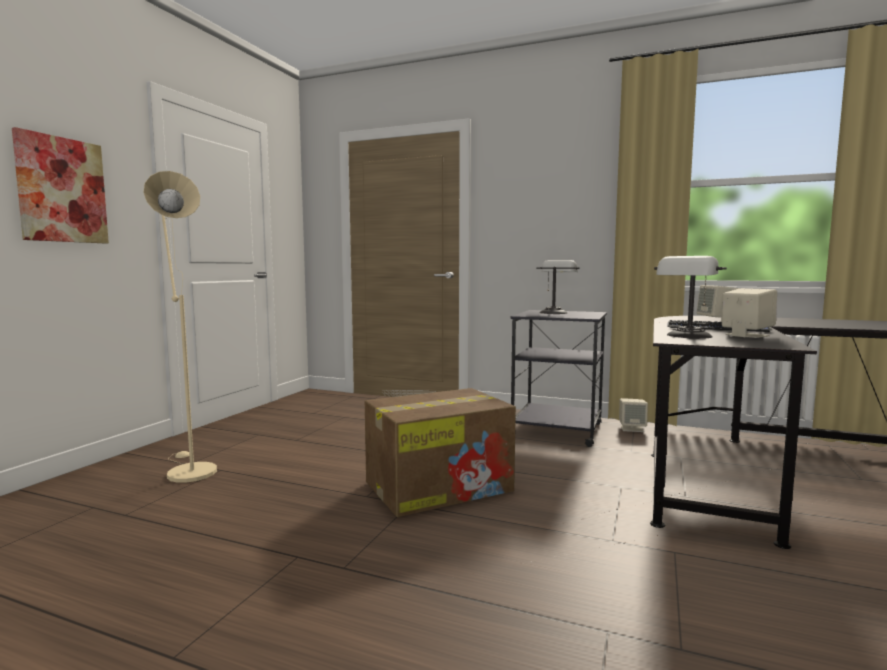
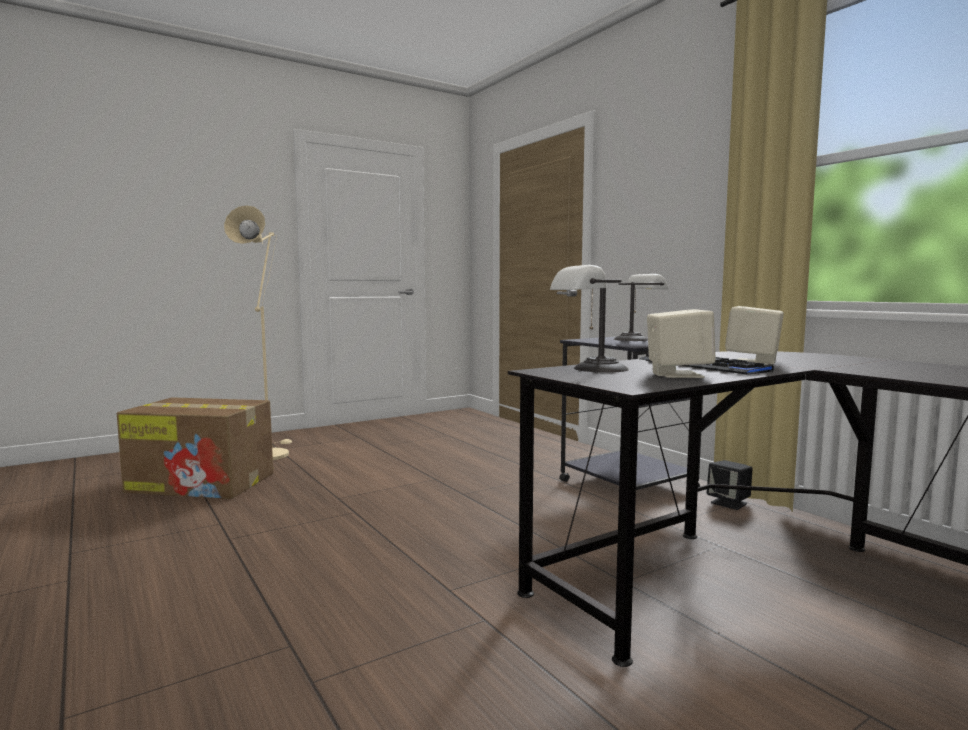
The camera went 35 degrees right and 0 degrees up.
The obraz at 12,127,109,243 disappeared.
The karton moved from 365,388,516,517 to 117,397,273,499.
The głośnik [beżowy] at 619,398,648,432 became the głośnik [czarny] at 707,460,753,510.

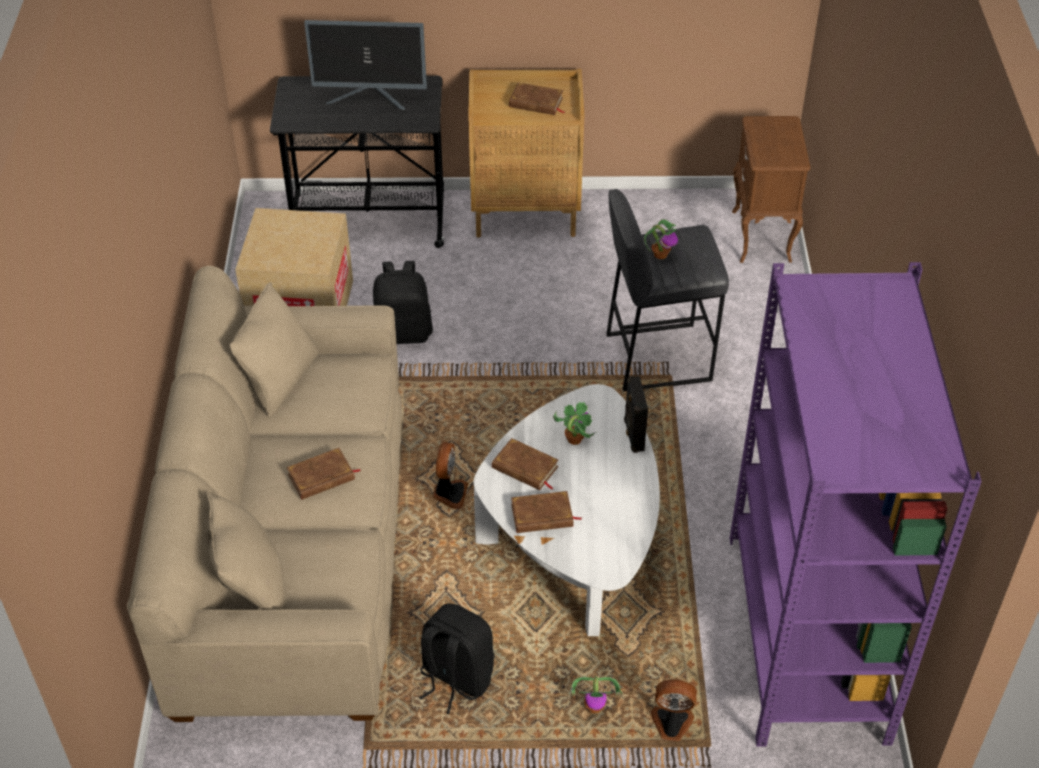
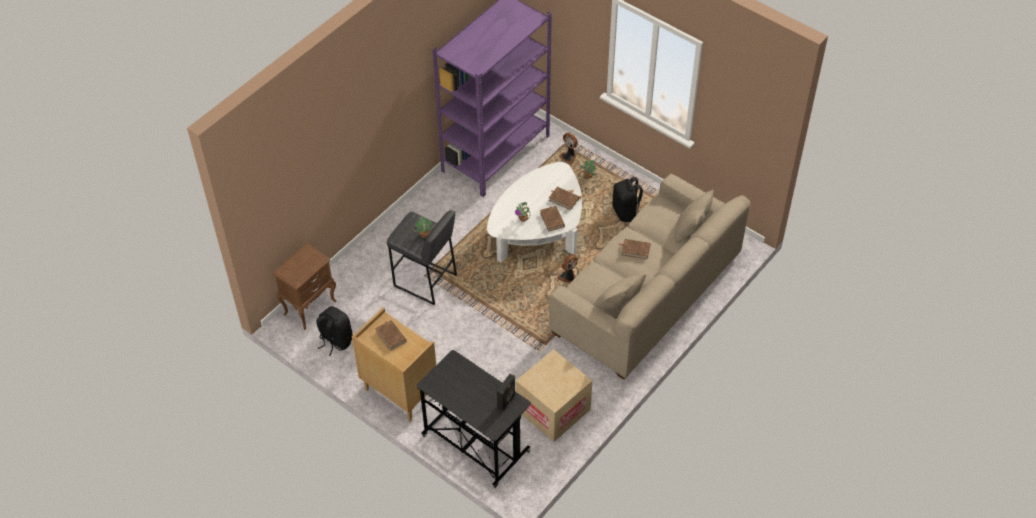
The camera went 140 degrees left and 5 degrees up.
The monitor at 304,20,427,110 disappeared.
The plecak [czarny] moved from 373,261,433,344 to 316,306,353,356.
The głośnik [czarny] moved from 624,376,648,453 to 497,374,516,412.

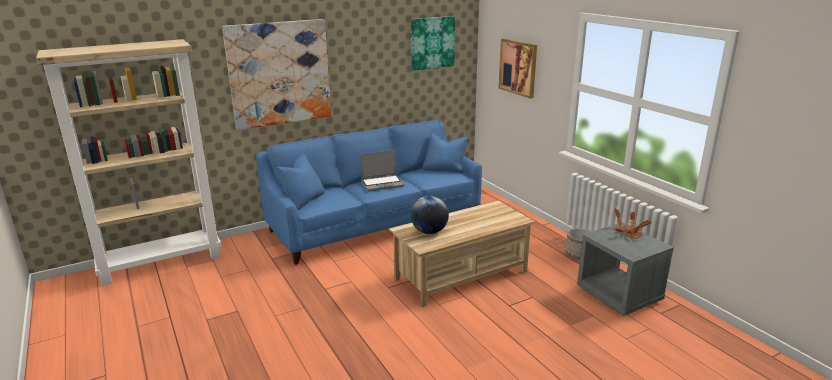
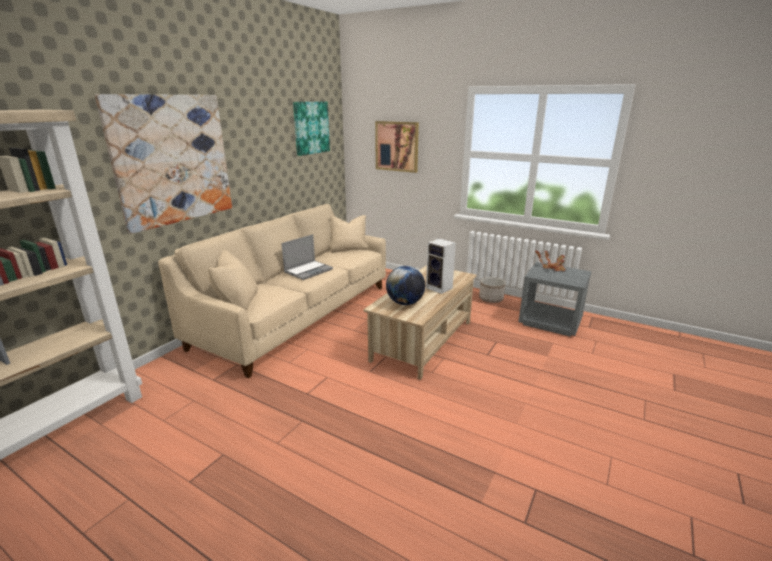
The camera went 30 degrees left and 0 degrees up.
The kanapa [niebieski] at 256,120,482,265 became the kanapa [beżowy] at 158,204,386,378.
The głośnik at 426,238,456,294 appeared.

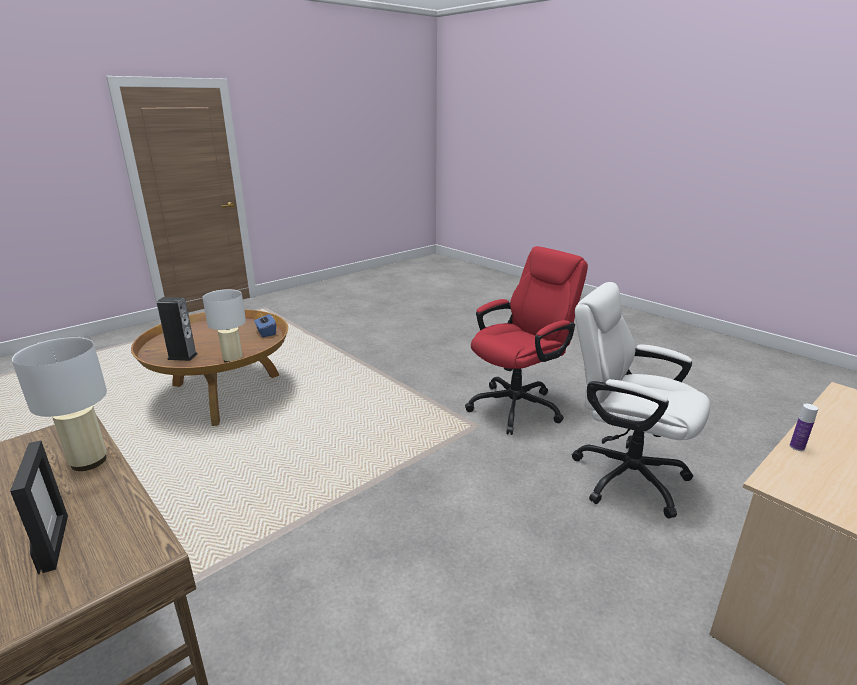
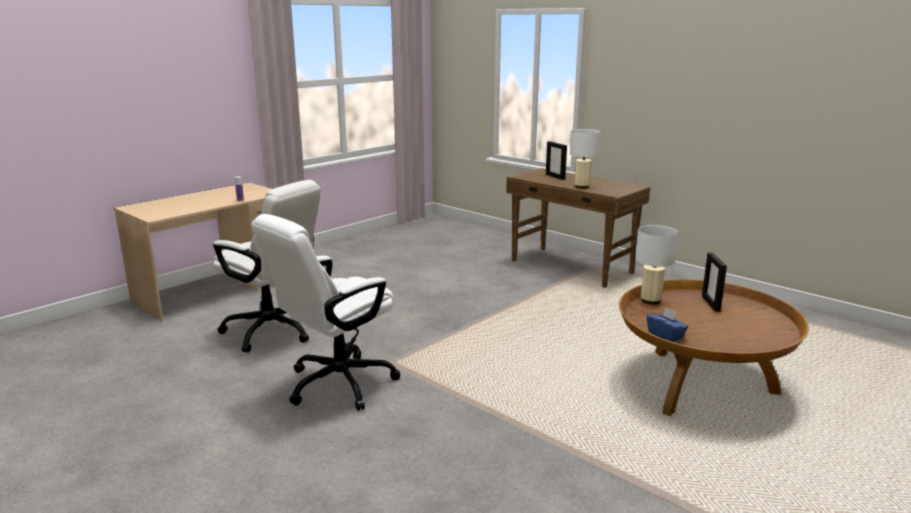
The camera went 175 degrees right and 5 degrees down.
The krzesło biurowe [czerwony] at 465,246,588,435 became the krzesło biurowe [biały] at 251,214,401,411.
The głośnik at 157,297,198,361 was replaced by the ramka na zdjęcie at 702,252,727,312.

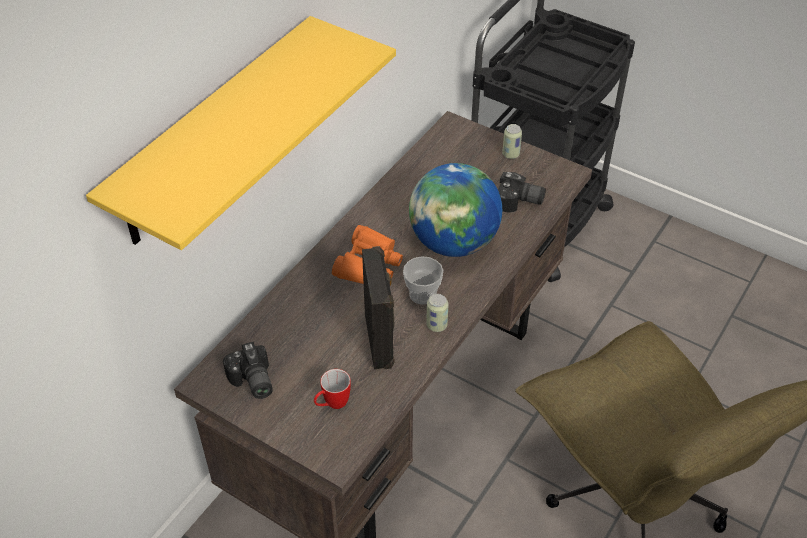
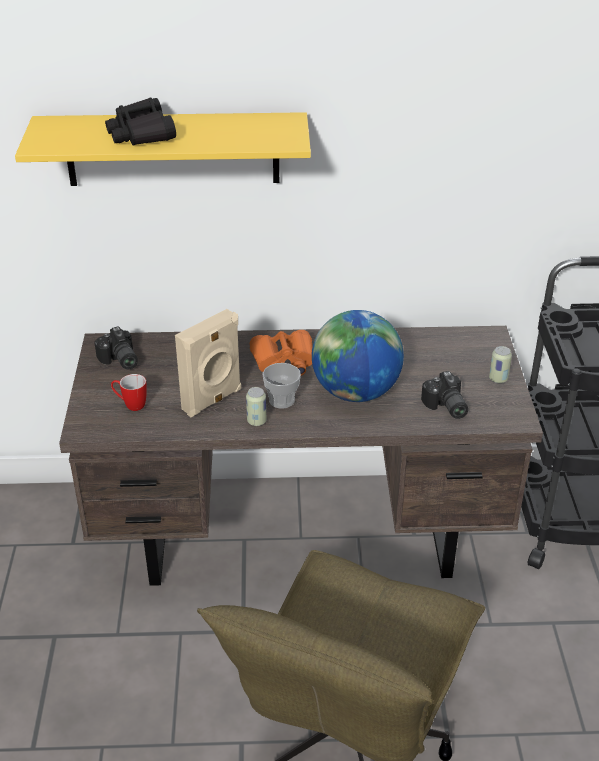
The camera went 55 degrees right and 10 degrees down.
The głośnik [czarny] at 362,246,395,369 became the głośnik [beżowy] at 175,309,241,417.
The aparat fotograficzny at 223,341,273,399 turned 60 degrees counterclockwise.
The lornetka [czarny] at 105,97,176,146 appeared.

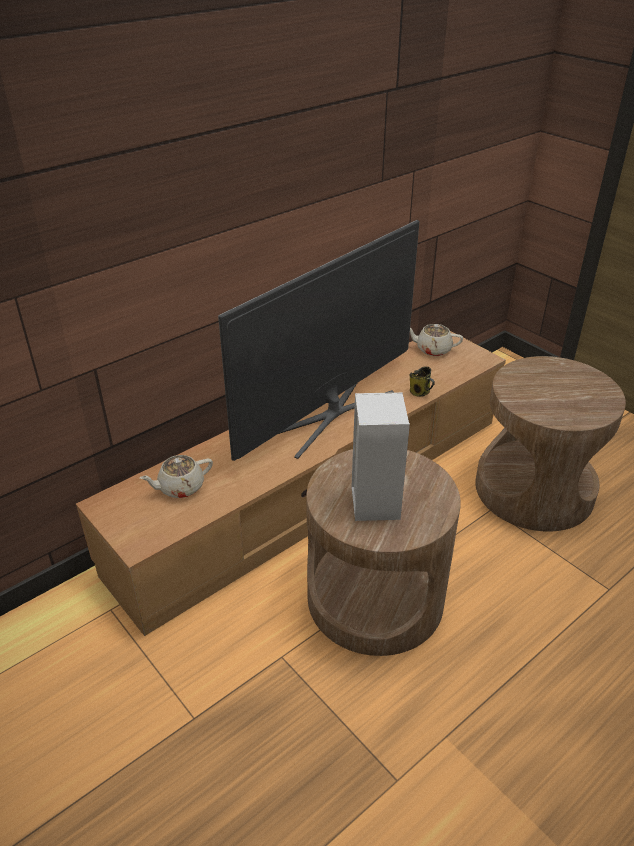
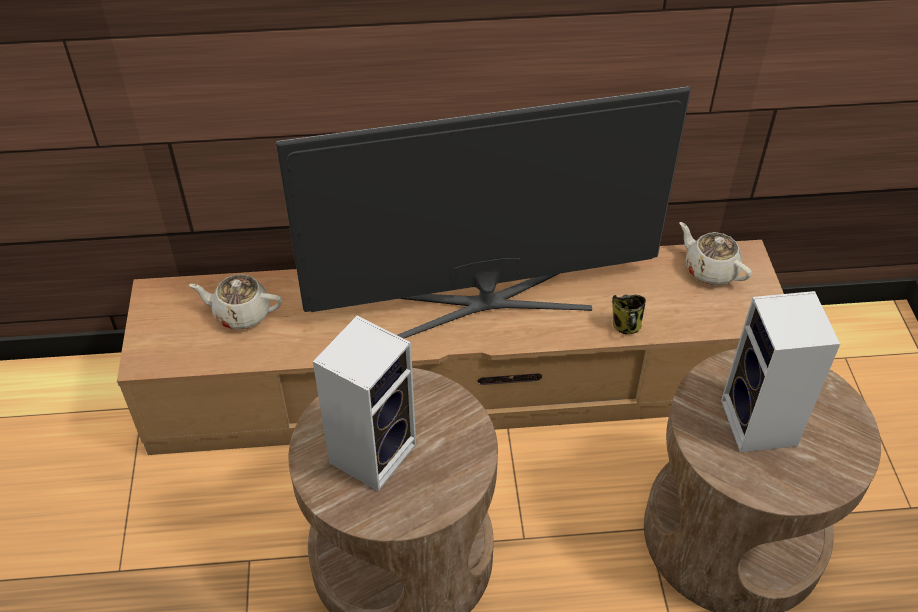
The camera went 35 degrees right and 10 degrees up.
The głośnik at 721,291,840,452 appeared.

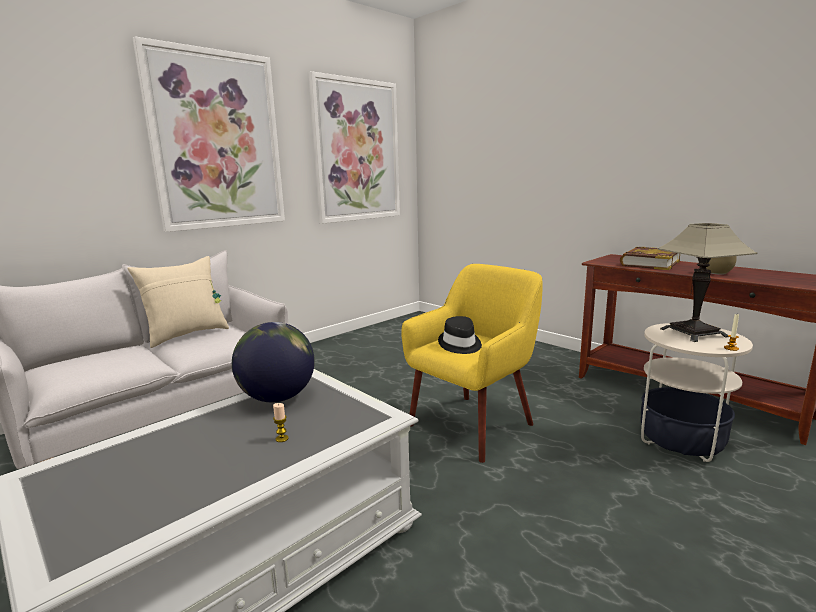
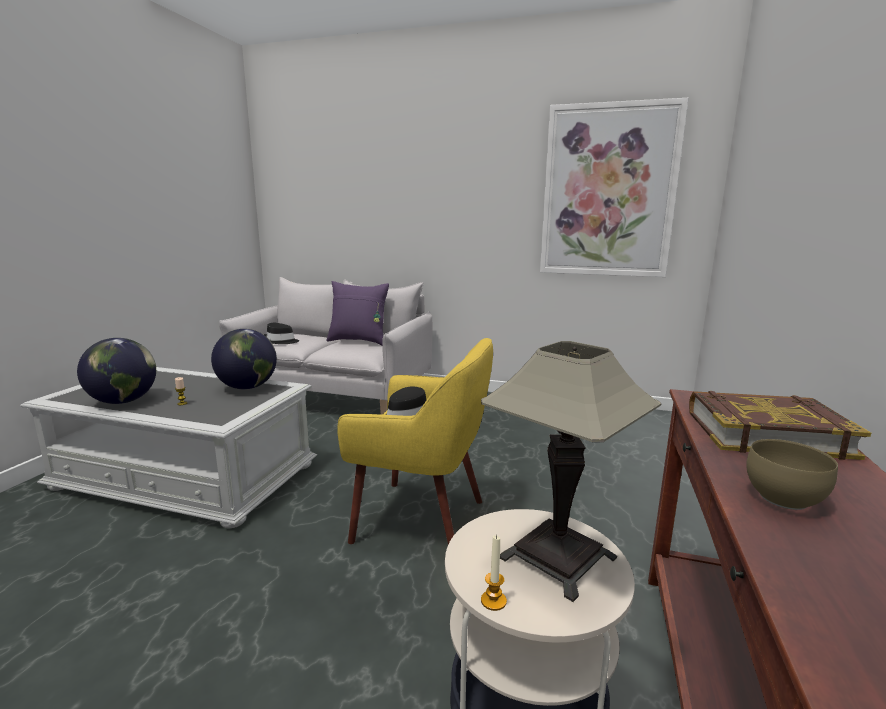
The camera went 60 degrees right and 0 degrees up.
The obraz at 133,36,285,232 disappeared.
The poduszka [beżowy] at 127,256,229,348 became the poduszka [fioletowy] at 326,281,389,346.
The kapelusz [czarny] at 264,323,299,344 appeared.
The globus at 77,338,156,404 appeared.

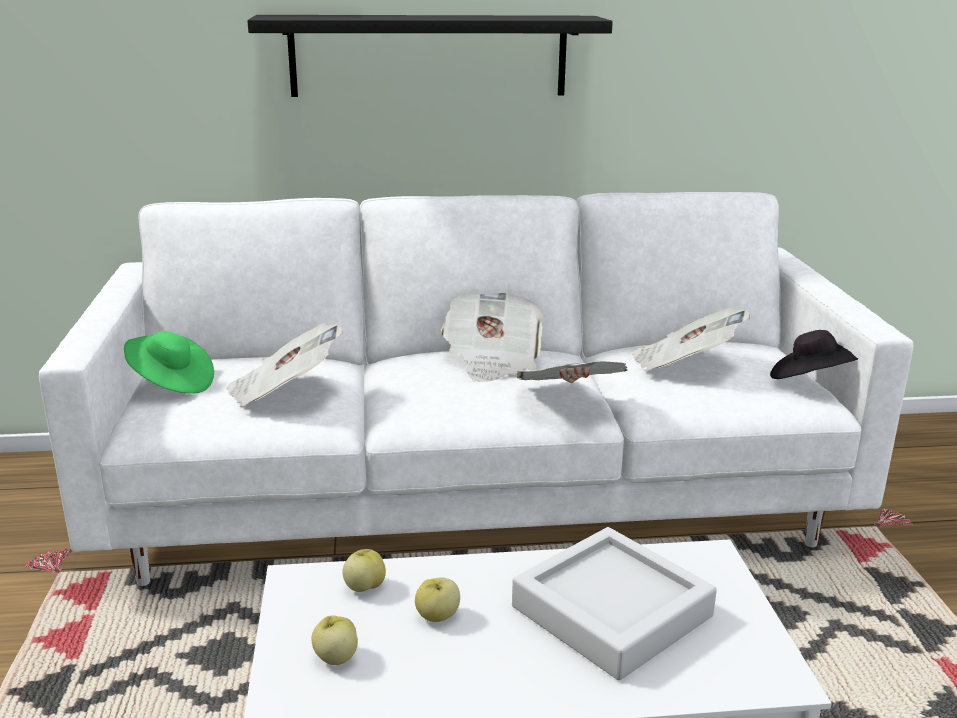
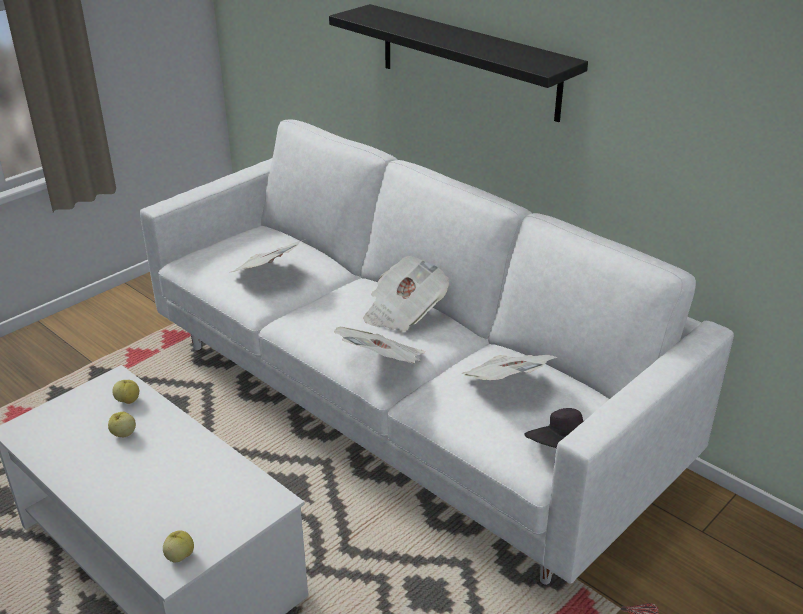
The camera went 50 degrees right and 10 degrees up.
The kapelusz [zielony] at 124,331,214,394 disappeared.
The taca [szary] at 512,527,717,680 disappeared.
The jabłko moved from 312,615,358,665 to 163,530,194,562.

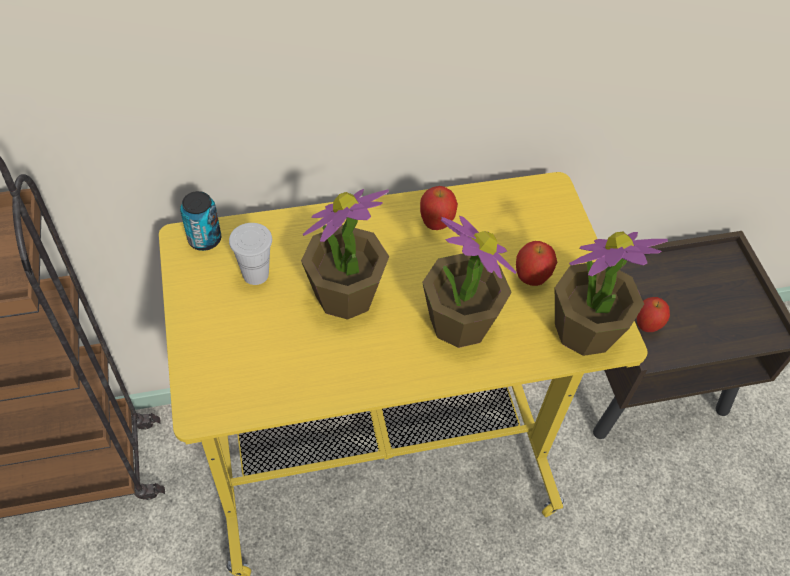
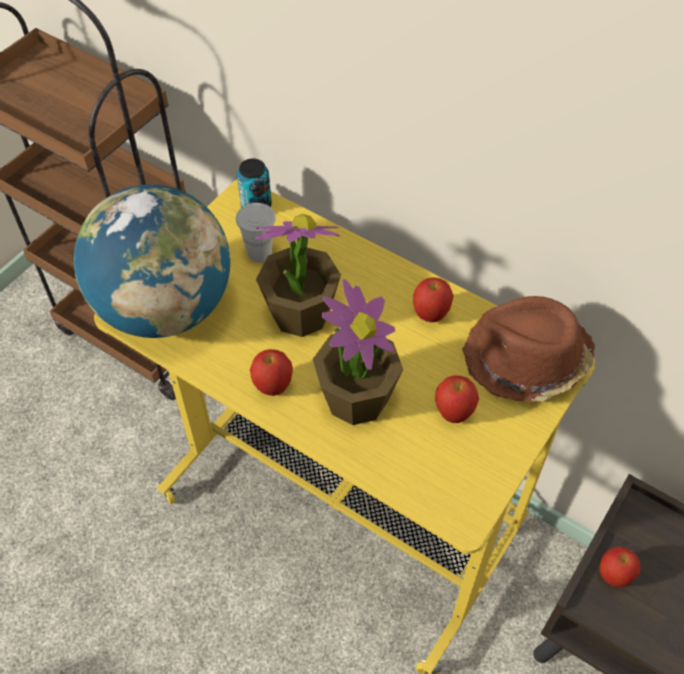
The camera went 50 degrees right and 0 degrees up.
The roślina doniczkowa at 555,232,668,356 disappeared.
The globus at 74,184,230,338 appeared.
The kapelusz [brązowy] at 462,296,595,402 appeared.
The jabłko at 250,349,293,396 appeared.

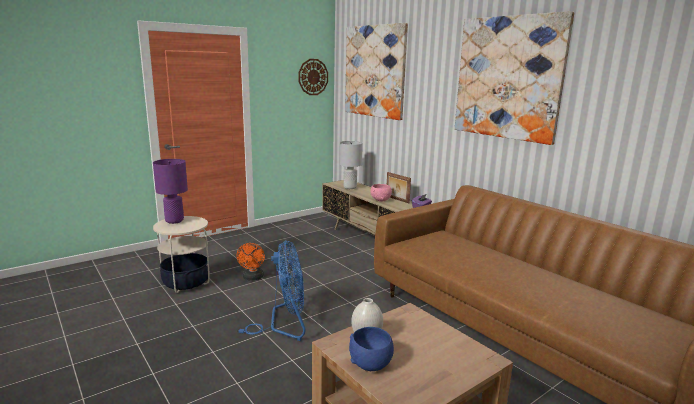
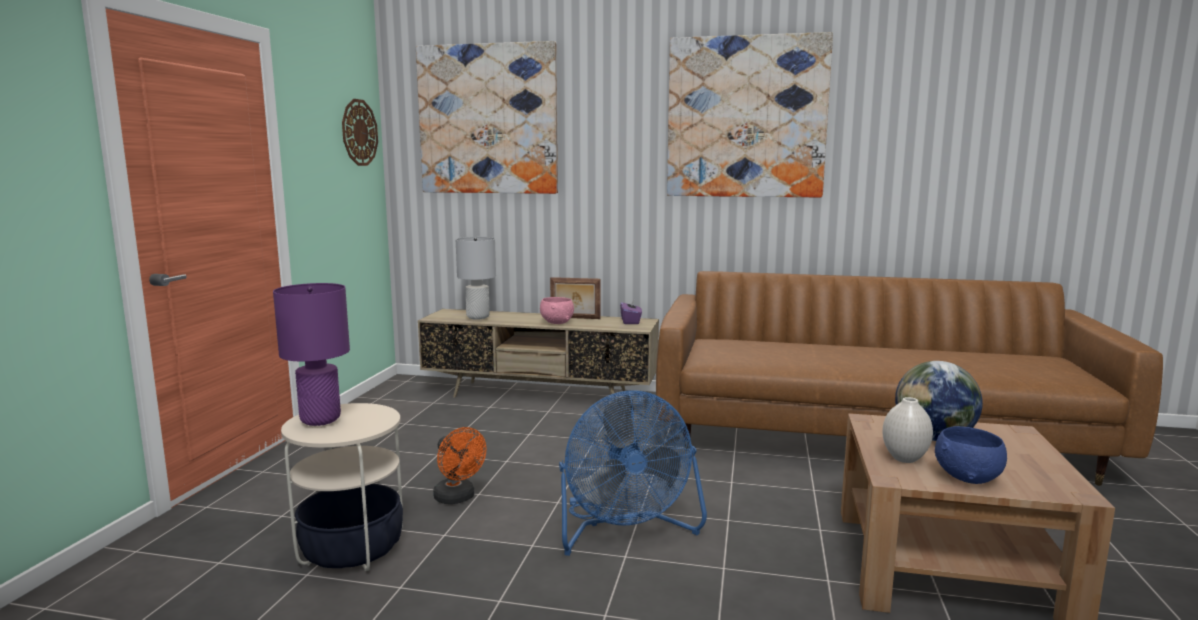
The camera went 40 degrees left and 5 degrees down.
The wentylator [niebieski] at 238,240,305,341 turned 120 degrees clockwise.
The globus at 895,361,983,441 appeared.

